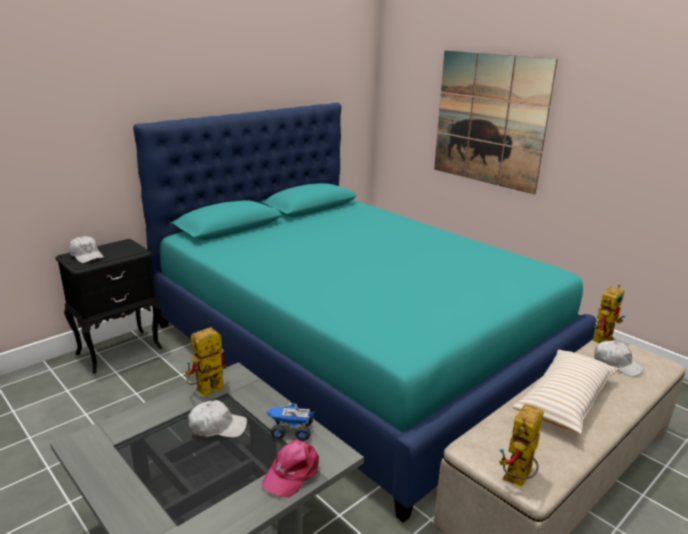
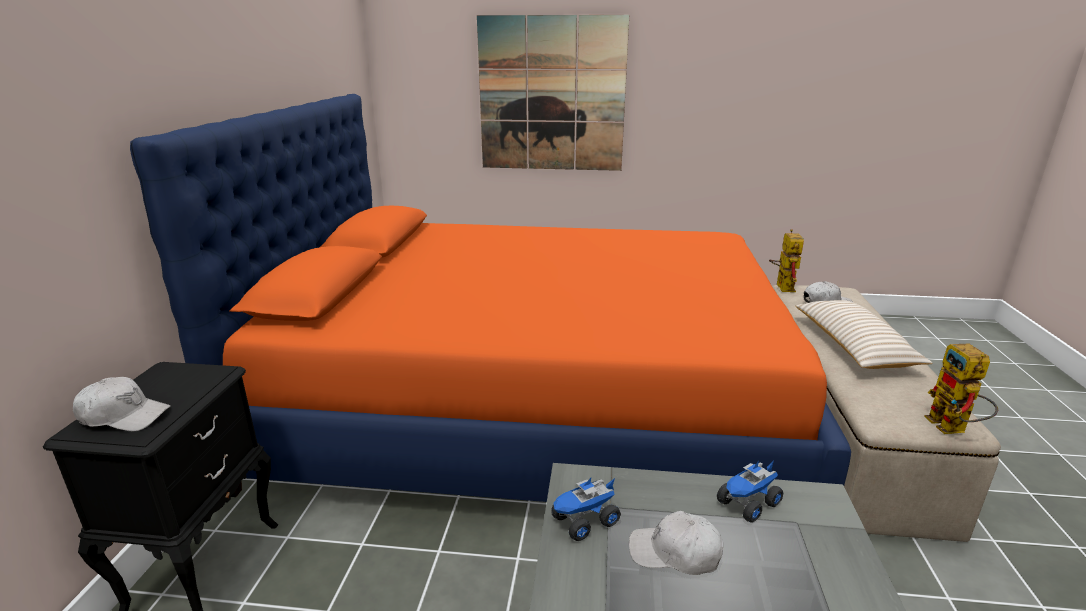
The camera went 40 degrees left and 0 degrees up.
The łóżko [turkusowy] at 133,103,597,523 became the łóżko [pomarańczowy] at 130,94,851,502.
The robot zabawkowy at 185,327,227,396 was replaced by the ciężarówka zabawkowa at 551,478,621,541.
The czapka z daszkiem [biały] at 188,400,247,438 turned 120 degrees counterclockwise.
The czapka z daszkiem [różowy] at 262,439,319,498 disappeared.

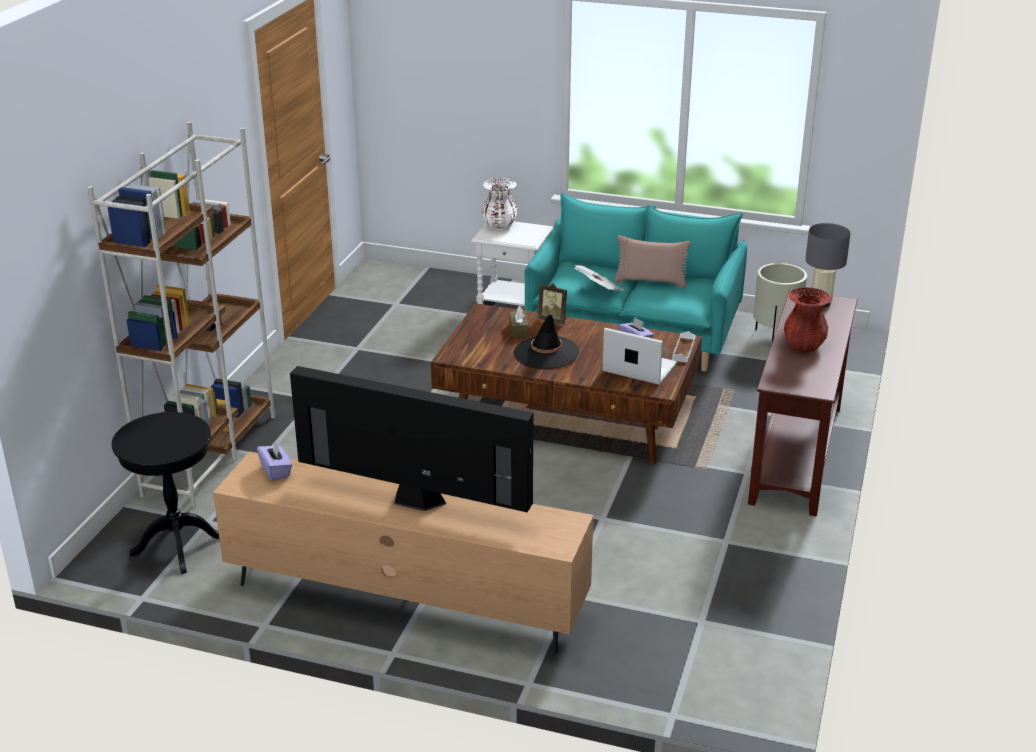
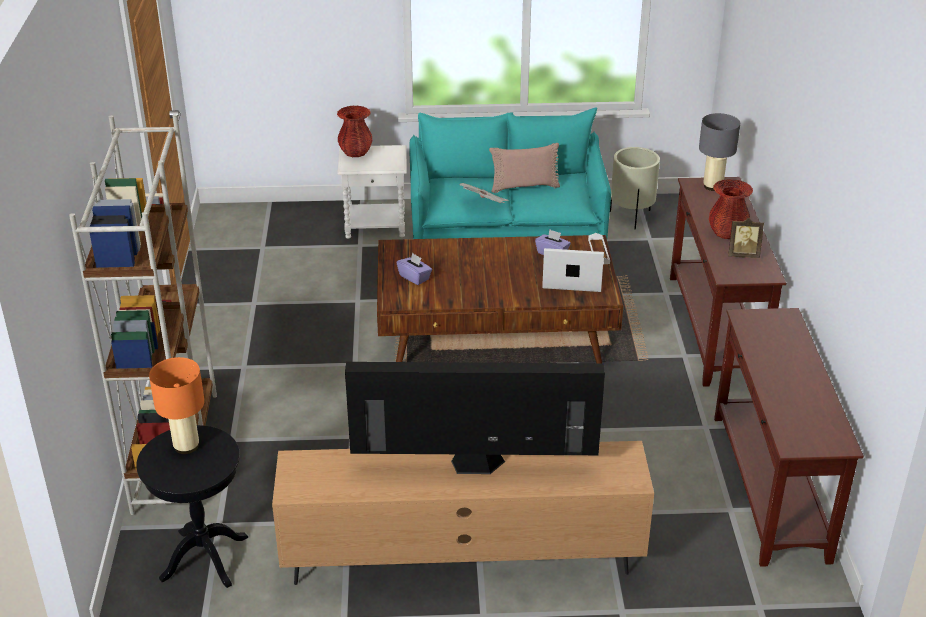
The camera went 20 degrees left and 5 degrees up.
The wazon [biały] at 483,178,517,229 became the wazon [czerwony] at 337,106,373,157.
The ramka na zdjęcie moved from 537,283,567,324 to 728,218,764,258.
The pudełko chusteczek [brązowy] at 510,306,528,338 disappeared.
The kapelusz [czarny] at 514,314,579,369 disappeared.
The pudełko chusteczek [fioletowy] moved from 257,440,292,481 to 396,253,432,285.
The stolik konsolowy [brązowy] at 714,308,864,567 appeared.
The lampa stołowa [pomarańczowy] at 149,357,204,454 appeared.

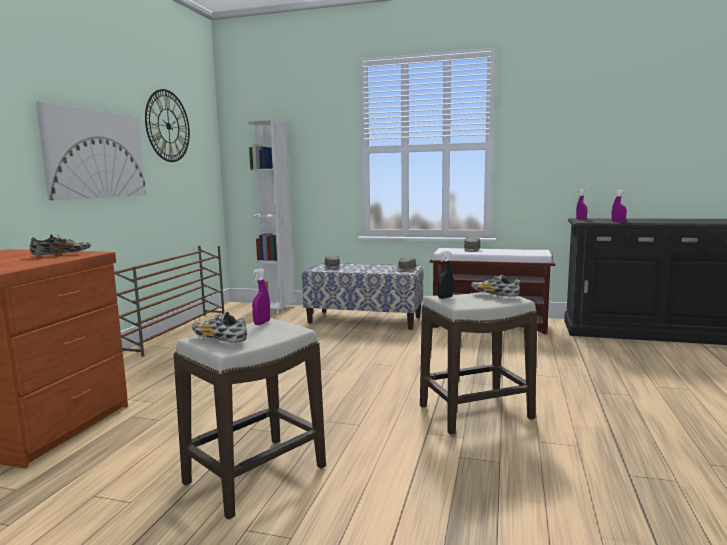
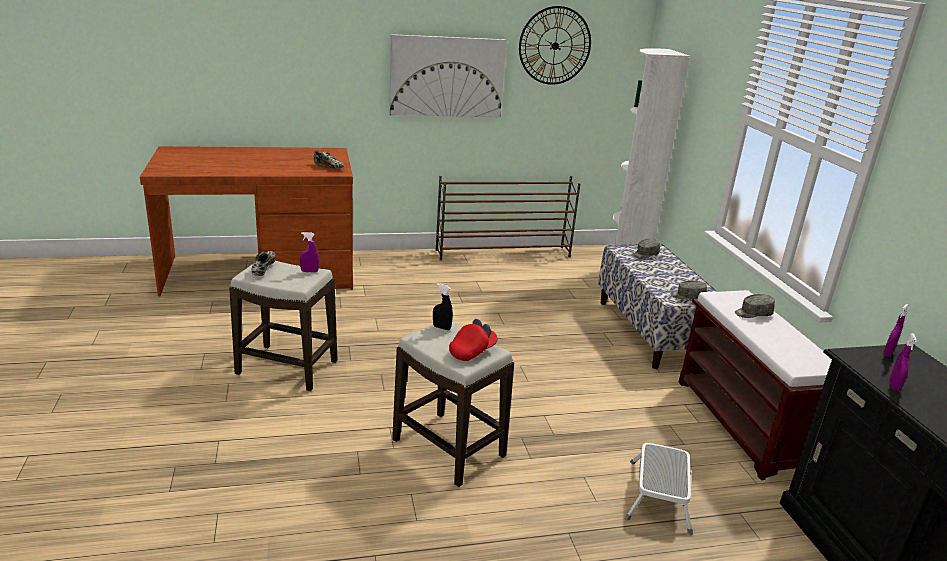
The camera went 60 degrees right and 15 degrees up.
The but at 471,274,520,297 was replaced by the czapka z daszkiem [czerwony] at 449,319,497,361.
The drabinka [szary] at 624,443,693,535 appeared.

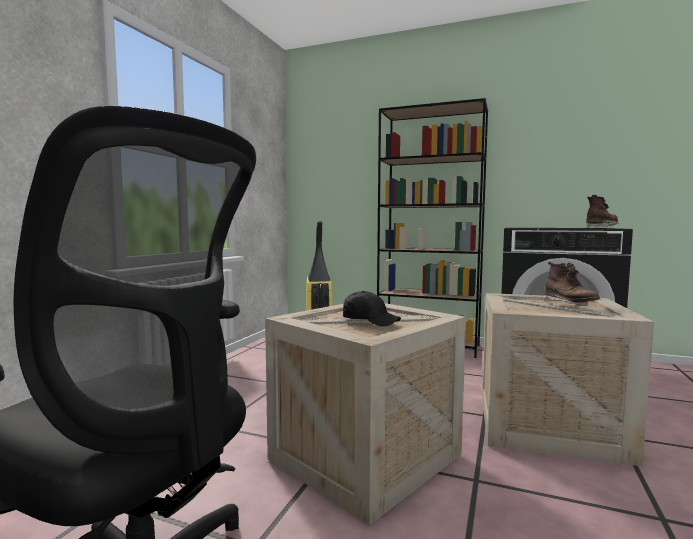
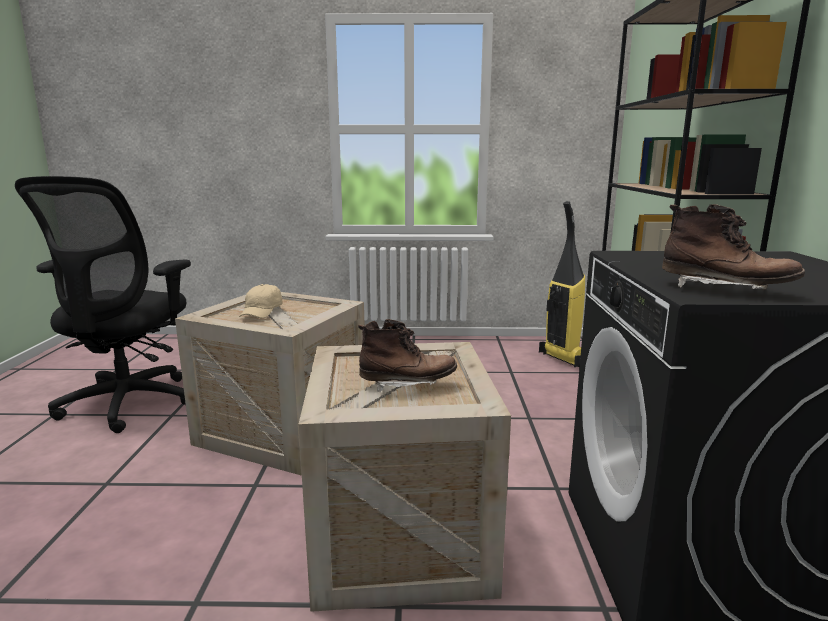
The camera went 70 degrees right and 10 degrees up.
The but z cholewką [brązowy] at 545,262,600,306 turned 150 degrees counterclockwise.
The czapka z daszkiem [czarny] at 343,291,401,326 became the czapka z daszkiem [beżowy] at 239,284,282,319.

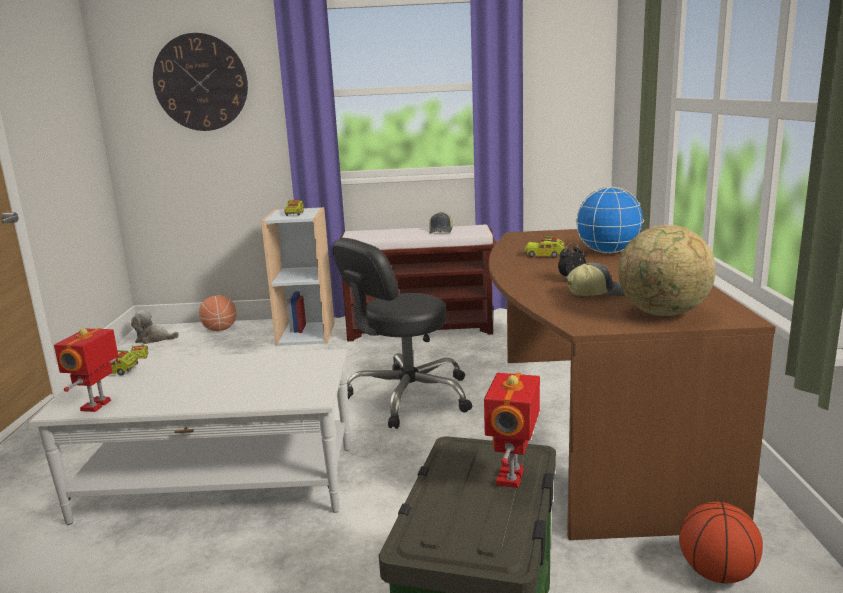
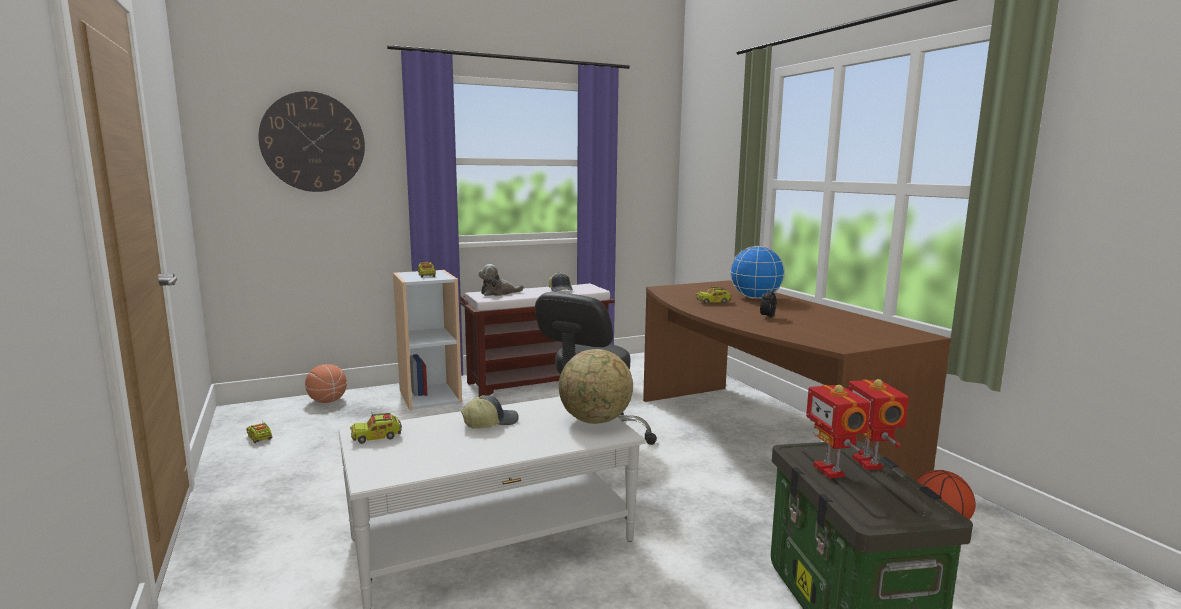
The camera went 25 degrees left and 5 degrees down.
The globus moved from 618,225,716,316 to 559,349,633,424.
The czapka z daszkiem moved from 566,263,624,296 to 461,395,519,429.
The pluszak moved from 131,310,179,344 to 478,264,524,296.
The robot zabawkowy moved from 54,328,118,412 to 806,385,871,478.

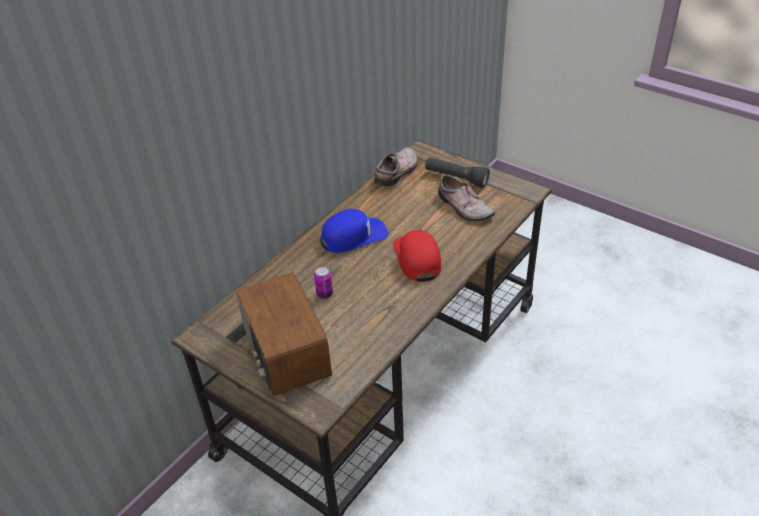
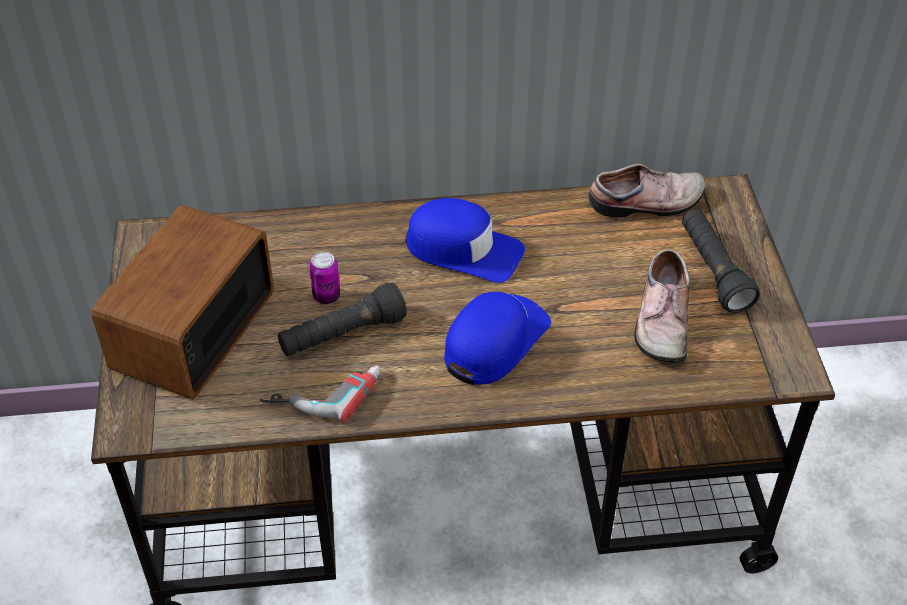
The camera went 45 degrees right and 5 degrees up.
The czapka z daszkiem [czerwony] at 393,230,441,282 became the czapka z daszkiem [niebieski] at 444,292,551,385.
The latarka [czarny] at 278,283,407,356 appeared.
The wiertarka at 259,365,380,423 appeared.

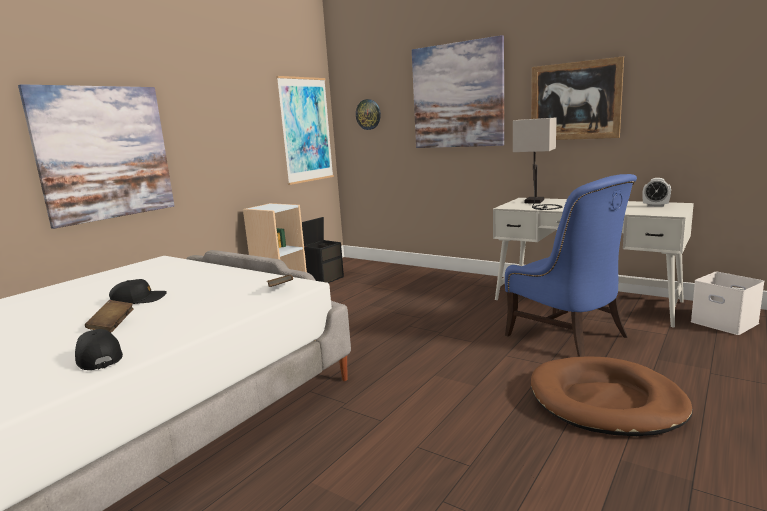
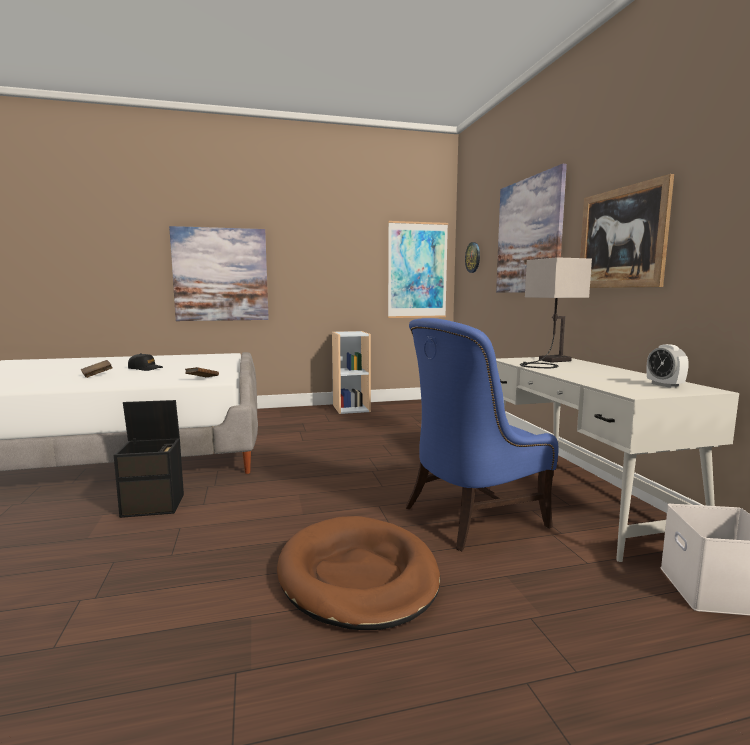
The camera went 40 degrees right and 5 degrees down.
The krzesło [niebieski] at 505,174,637,357 turned 60 degrees clockwise.
The pojemnik do przechowywania [czarny] moved from 302,217,344,283 to 114,400,184,518.
The czapka z daszkiem [czarny] at 75,329,123,370 disappeared.

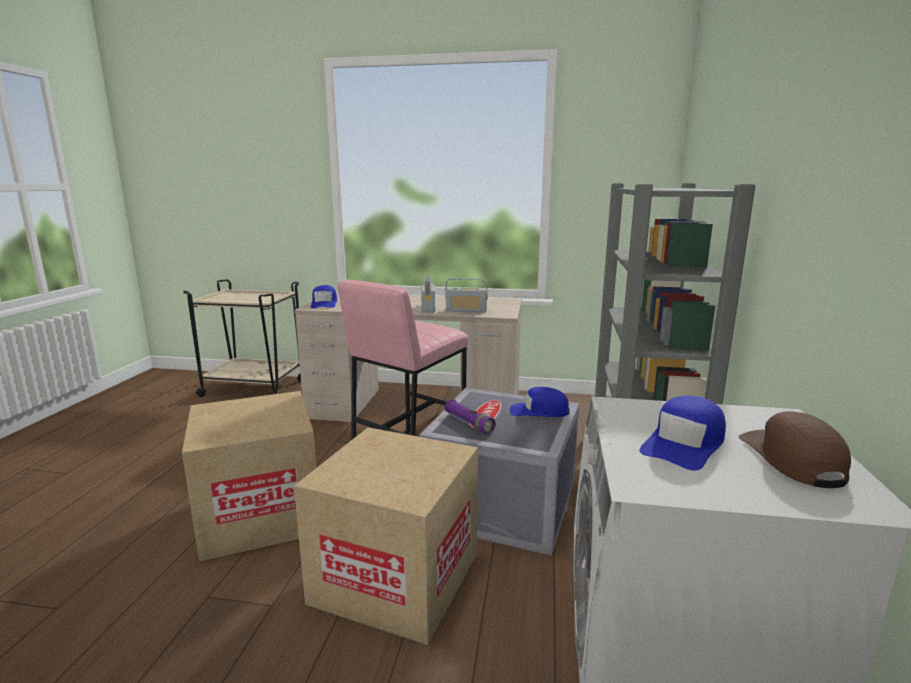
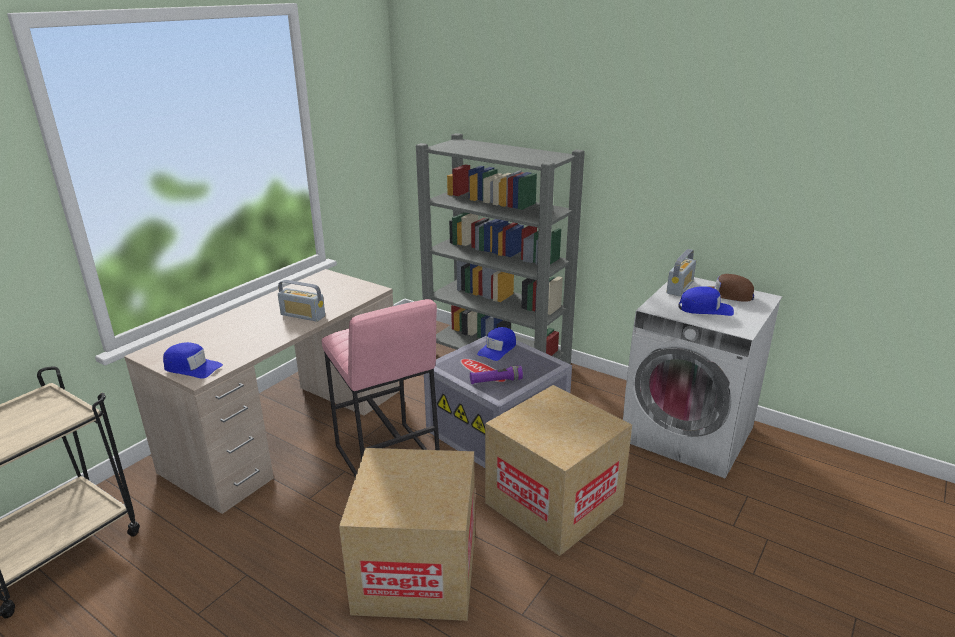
The camera went 65 degrees left and 10 degrees up.
The radio moved from 445,278,488,313 to 666,249,696,296.
The czapka z daszkiem [niebieski] at 639,395,726,471 turned 60 degrees counterclockwise.

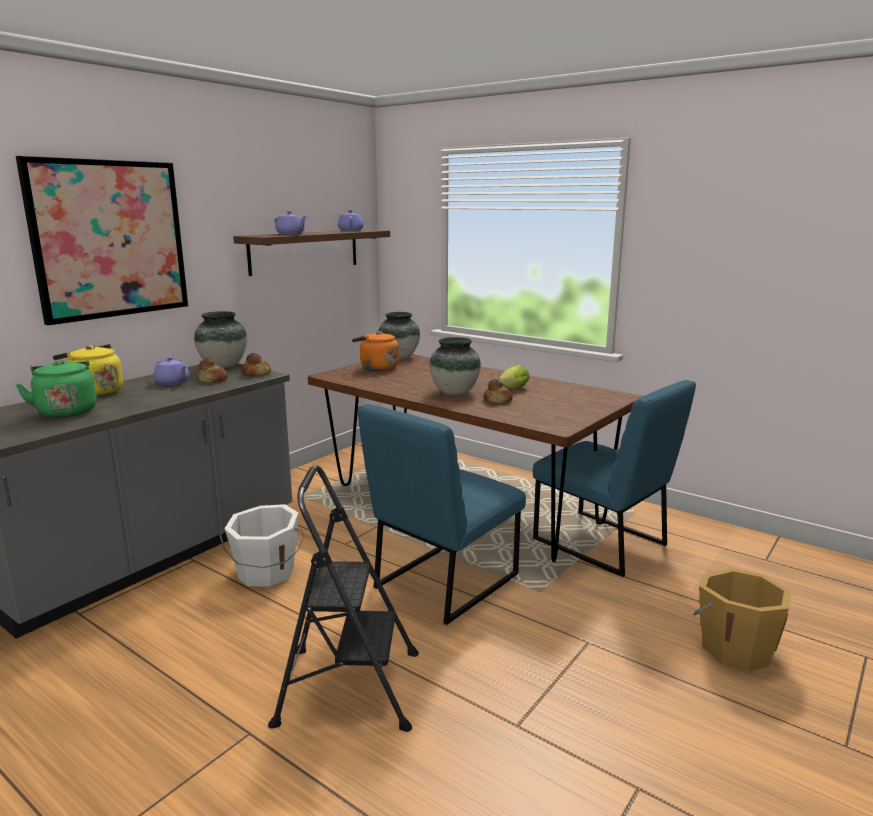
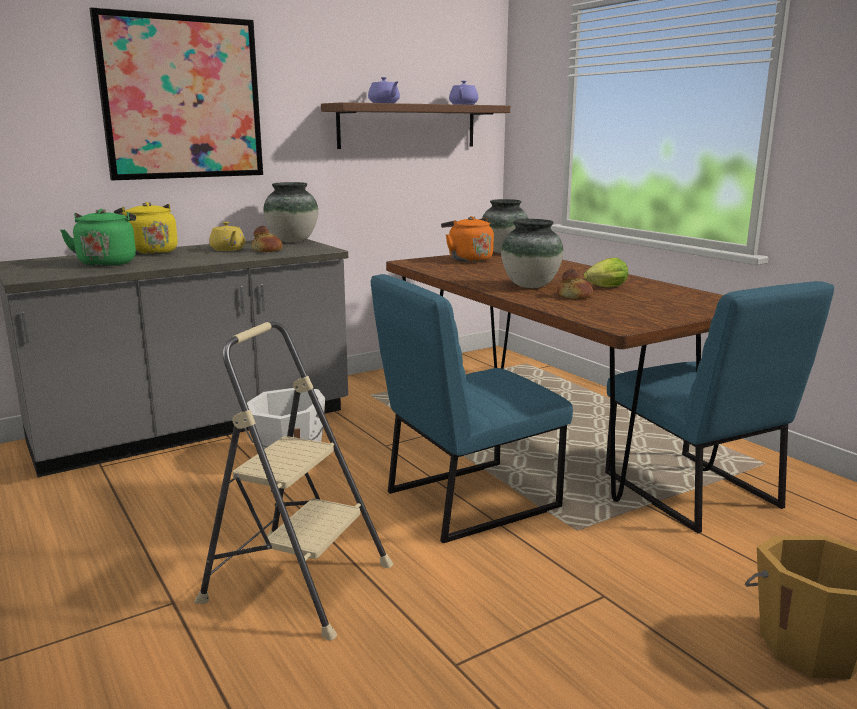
The camera went 20 degrees right and 0 degrees up.
The chleb at 241,353,271,376 disappeared.
The imbryk [fioletowy] at 153,356,189,385 became the imbryk [żółty] at 209,222,246,251.
The drabinka [czarny] at 268,465,419,732 became the drabinka [beżowy] at 194,322,393,641.

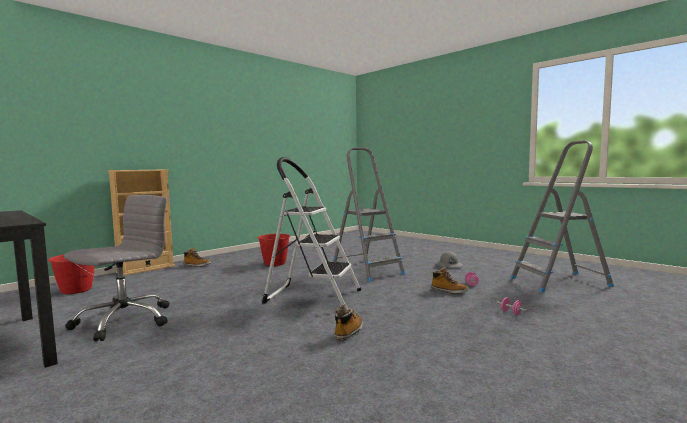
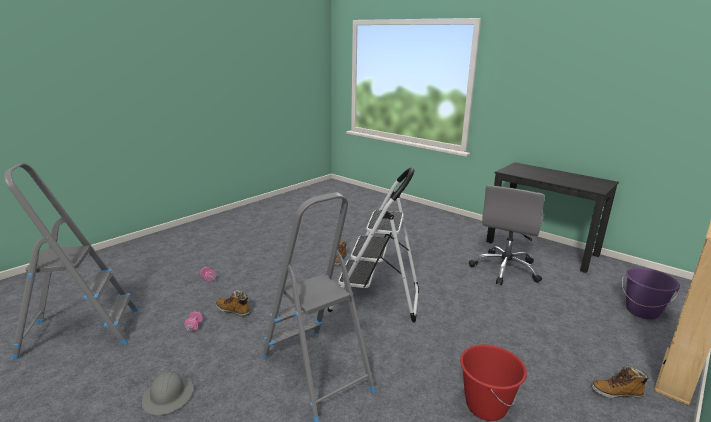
The camera went 175 degrees right and 15 degrees up.
The wiadro [czerwony] at 48,254,95,294 became the wiadro [fioletowy] at 622,267,680,320.

